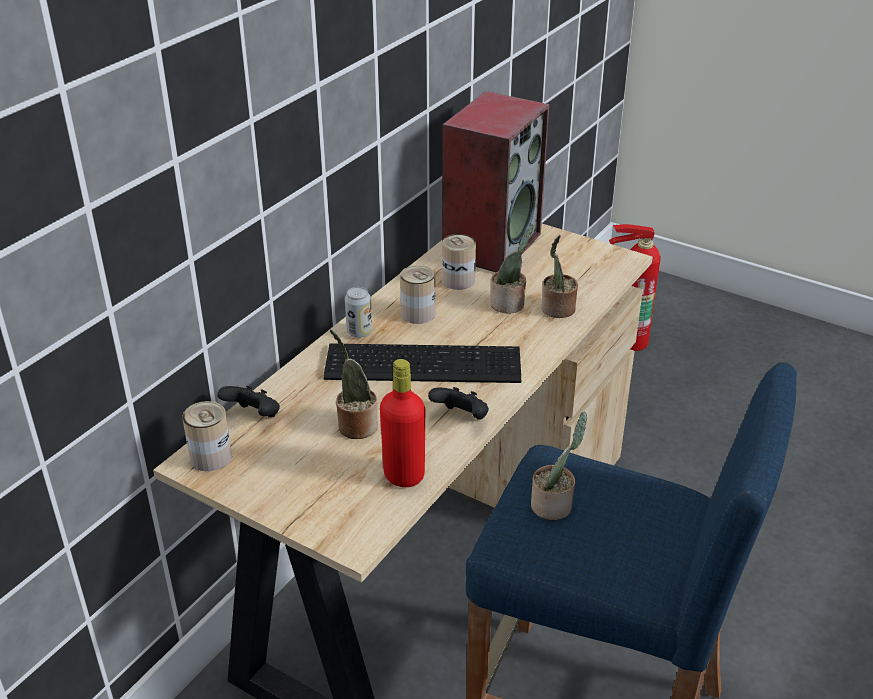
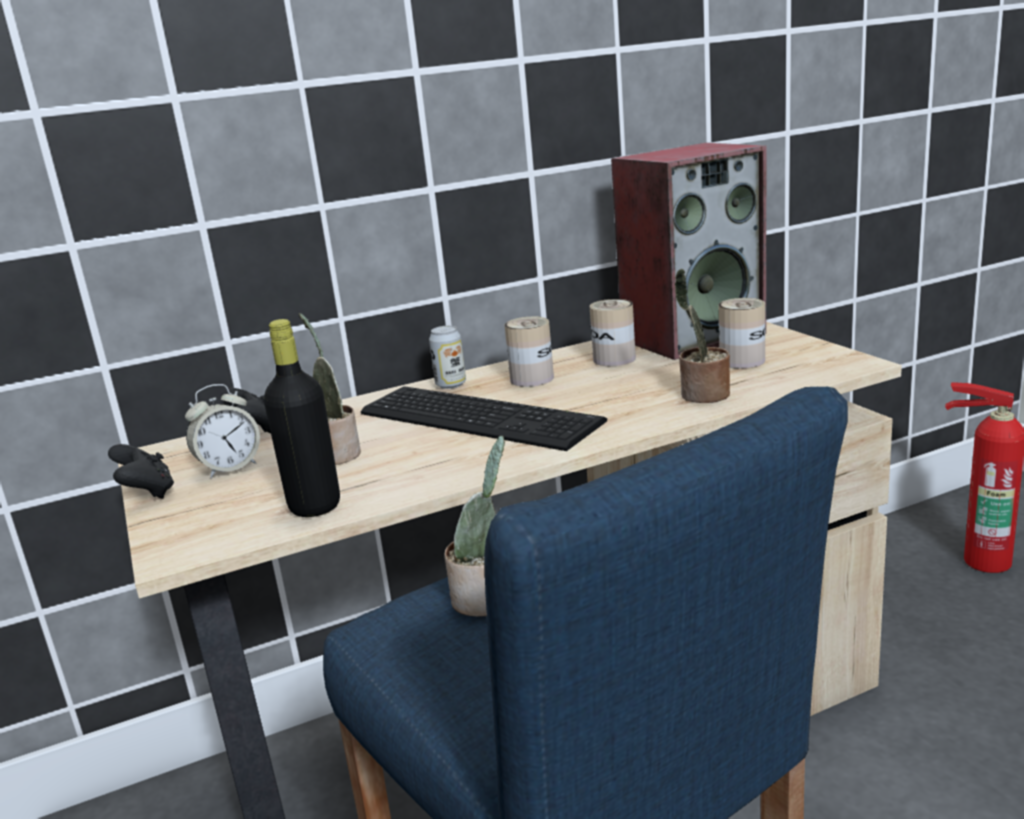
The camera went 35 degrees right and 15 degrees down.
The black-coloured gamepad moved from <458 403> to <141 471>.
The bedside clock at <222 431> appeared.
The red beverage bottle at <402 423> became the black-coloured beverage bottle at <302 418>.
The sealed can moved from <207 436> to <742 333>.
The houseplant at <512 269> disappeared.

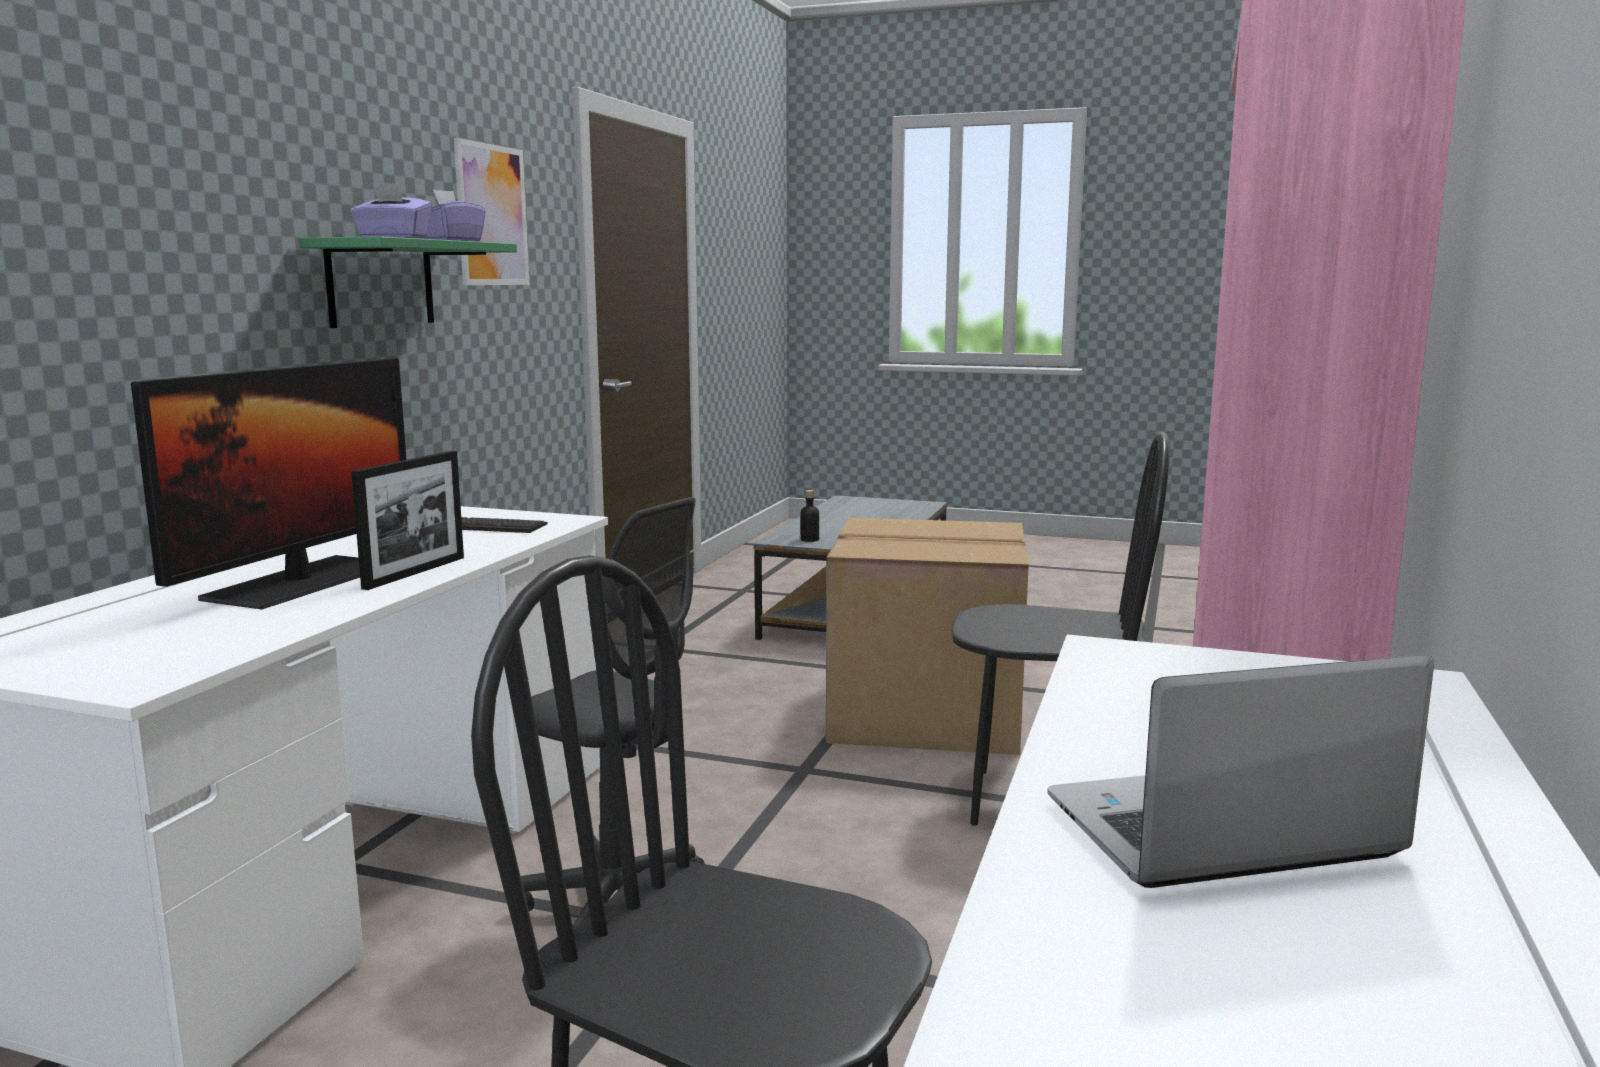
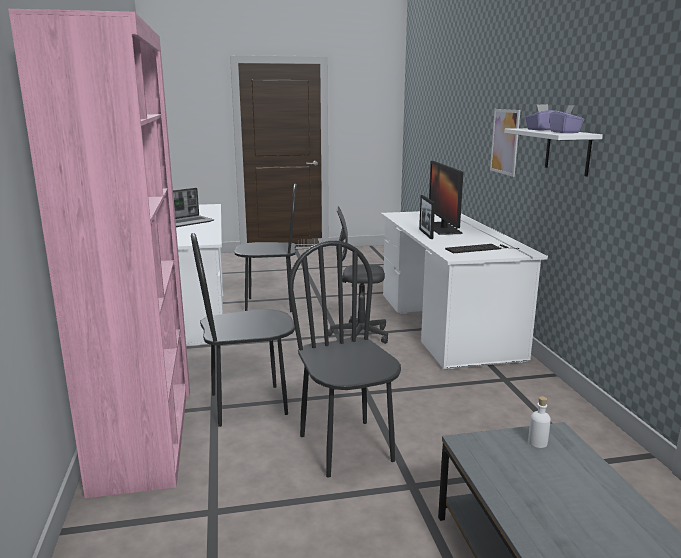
The camera went 150 degrees right and 5 degrees up.
The carton at <927 636> was replaced by the black-coloured plain chair at <344 359>.
The picture moved from <491 211> to <505 143>.
The green shelf at <408 282> became the white shelf at <553 152>.
The black-coloured beverage bottle at <809 516> became the white beverage bottle at <539 422>.

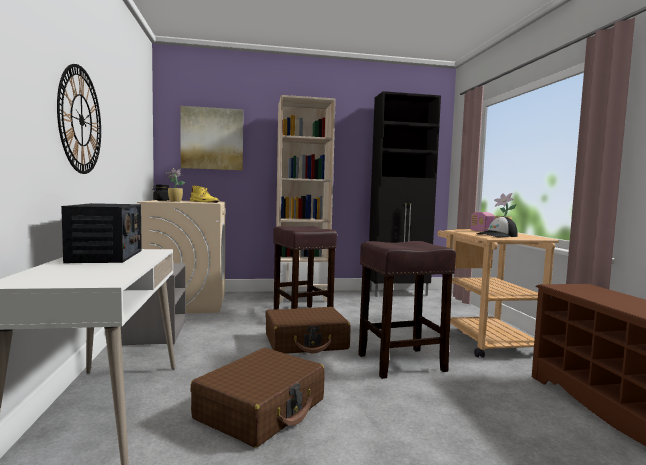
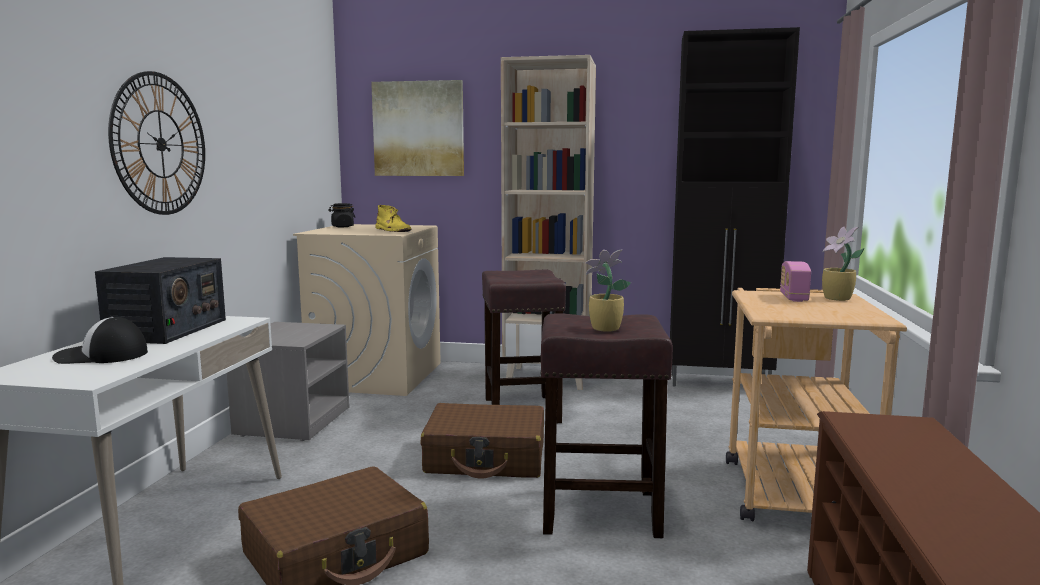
The camera went 20 degrees right and 5 degrees up.
The peaked cap moved from <497 226> to <100 340>.
The houseplant moved from <175 185> to <608 290>.

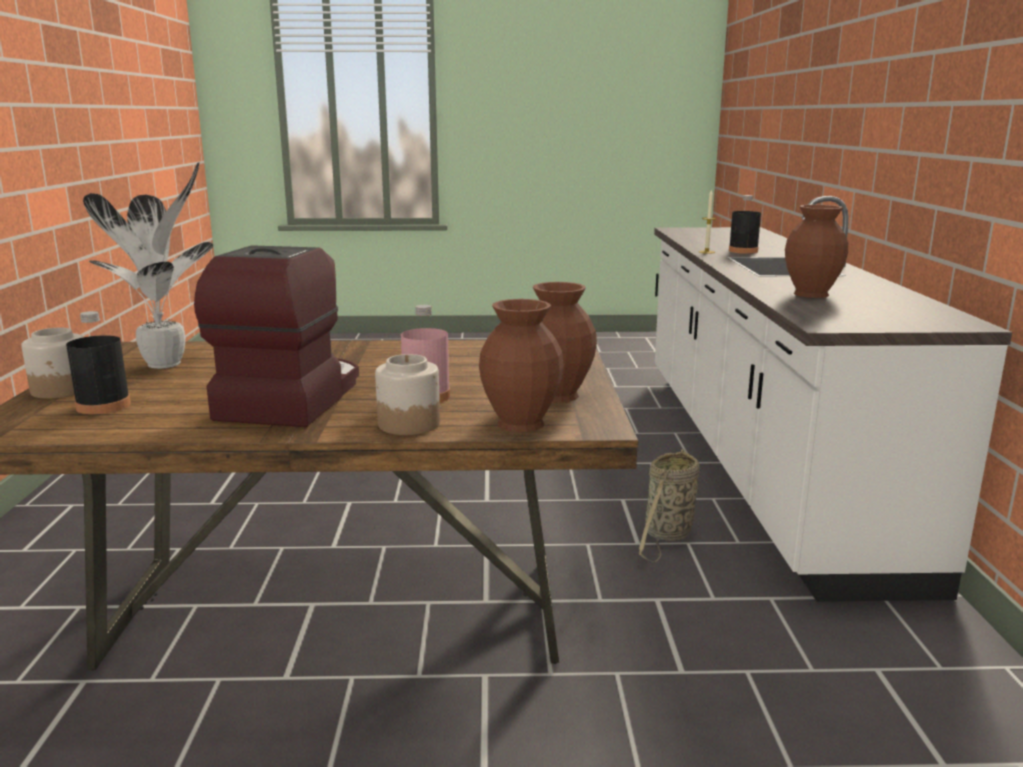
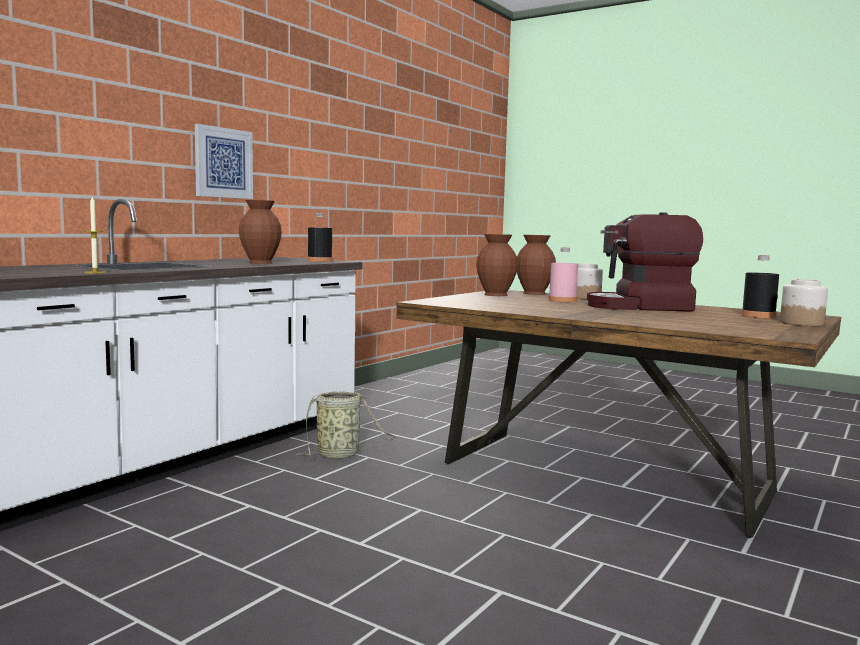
The camera went 145 degrees left and 10 degrees down.
The picture at <224 161> appeared.
The black-coloured beverage bottle moved from <745 224> to <320 237>.
The coffee brewer at <276 336> turned 45 degrees clockwise.
The houseplant at <148 265> disappeared.

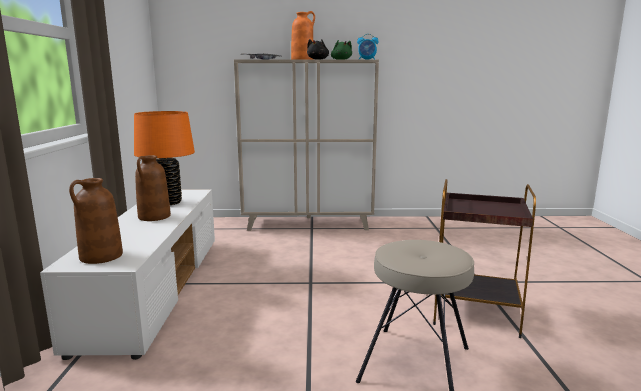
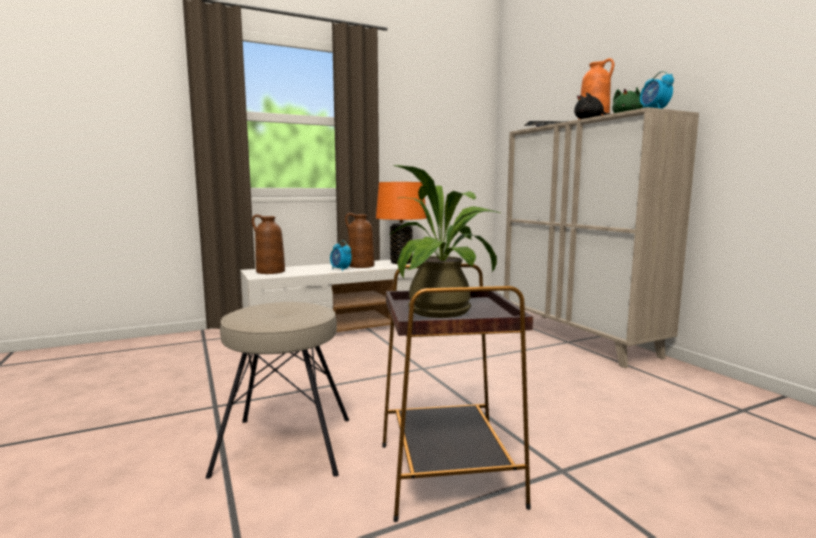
The camera went 65 degrees right and 5 degrees down.
The bedside clock at <341 256> appeared.
The houseplant at <445 241> appeared.

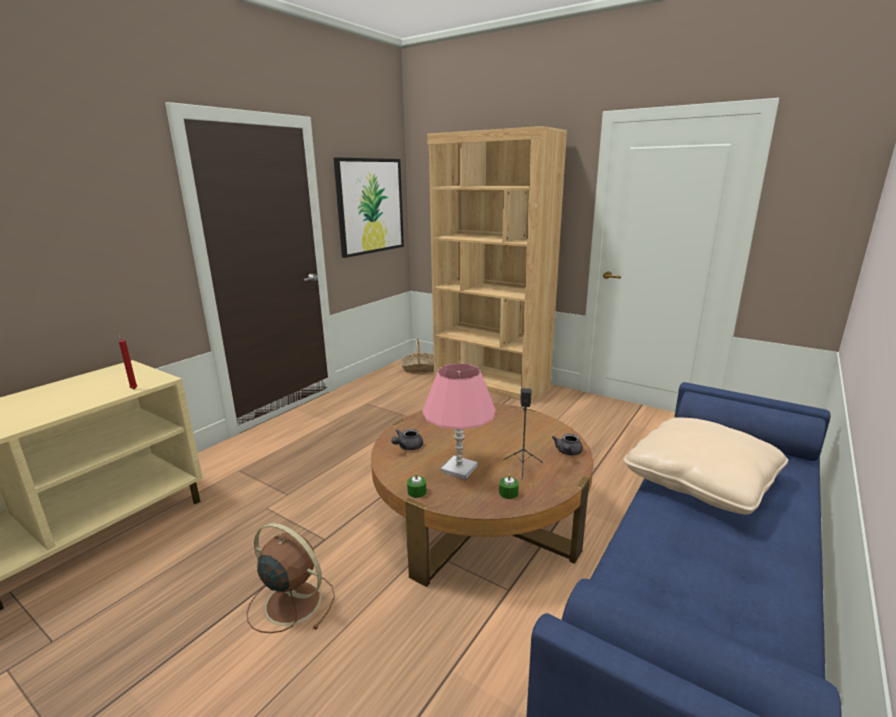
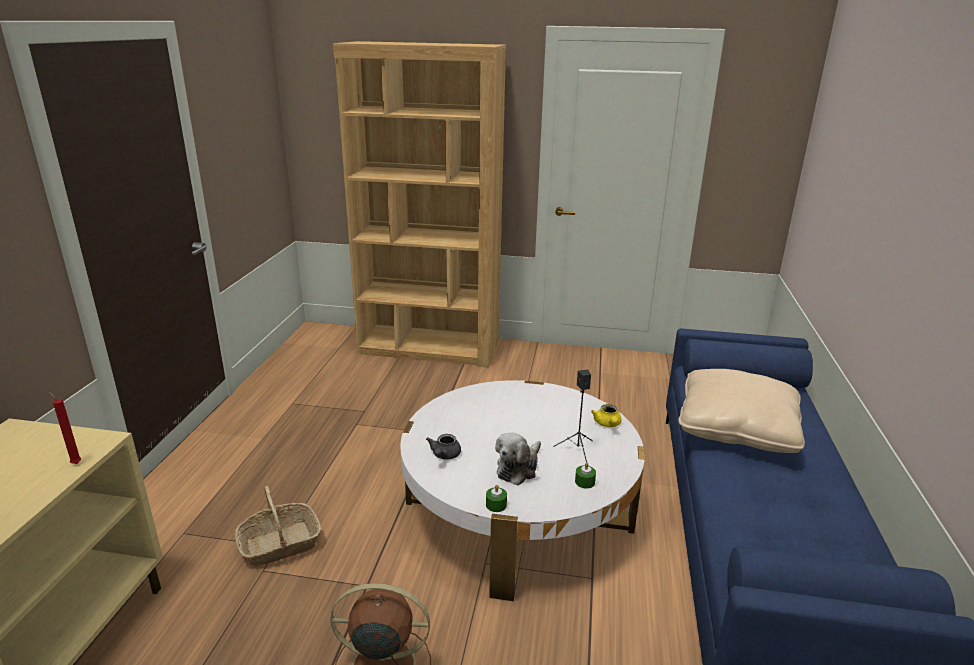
The camera went 25 degrees left and 5 degrees up.
The storage basket moved from <417 355> to <277 526>.
The brownish lounge table at <482 495> became the white lounge table at <522 490>.
The pink-coloured tabletop lamp at <459 421> was replaced by the plush toy at <518 459>.
The gray tea pot at <567 444> became the yellow-coloured tea pot at <606 415>.
The picture at <369 208> disappeared.

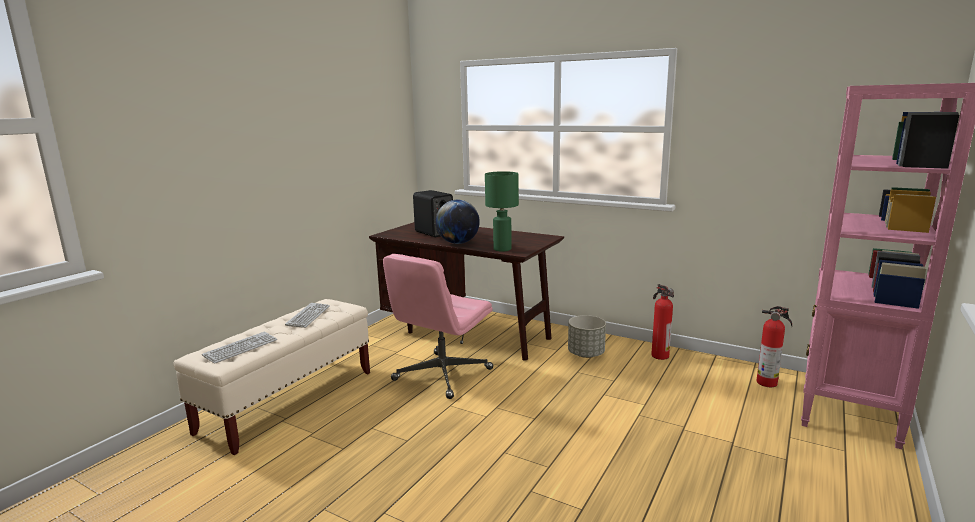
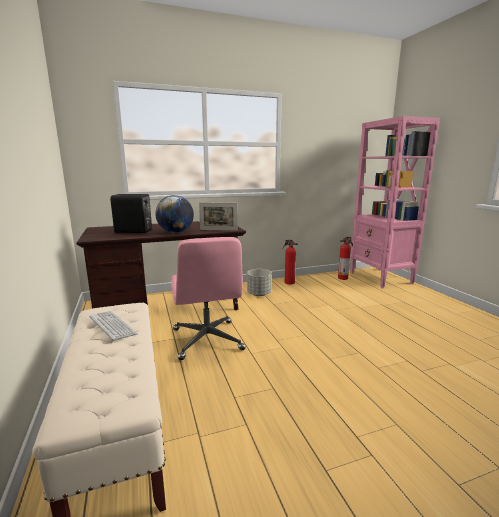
The camera went 50 degrees left and 0 degrees up.
The green tabletop lamp at <502 211> was replaced by the picture frame at <218 216>.
The PC keyboard at <239 348> disappeared.

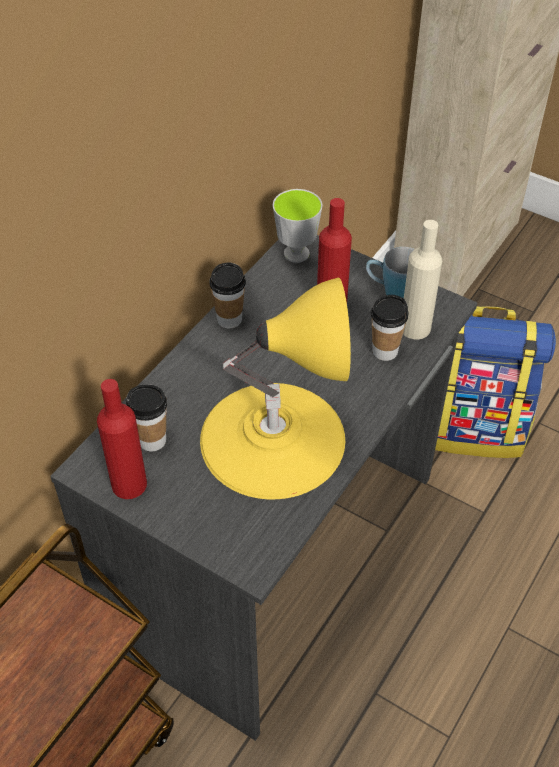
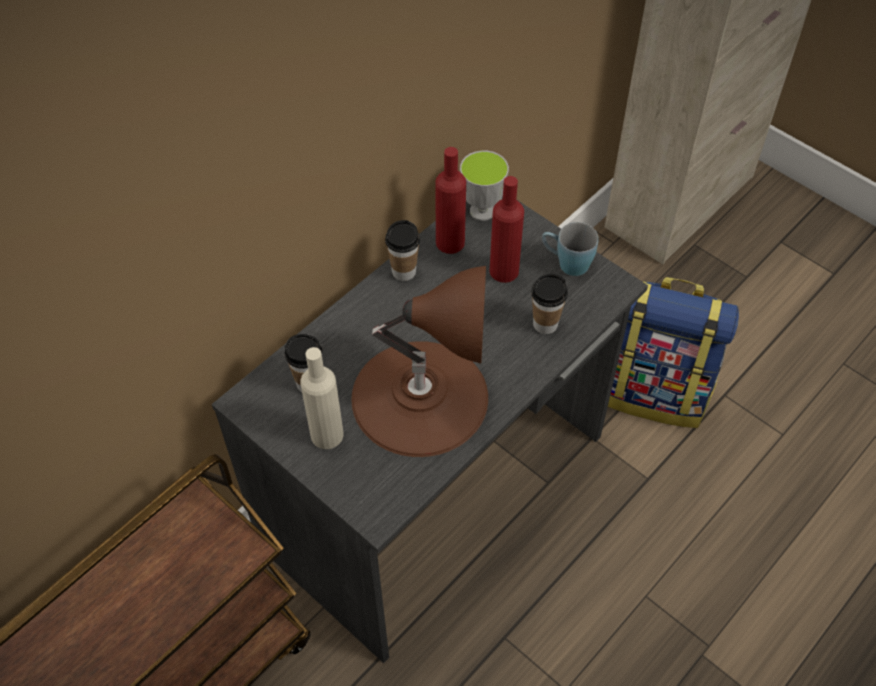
The camera went 10 degrees right and 5 degrees up.
The beige-coloured beverage bottle moved from <422 280> to <321 398>.
The yellow-coloured tabletop lamp at <275 388> became the brownish tabletop lamp at <419 361>.
The red beverage bottle moved from <122 439> to <450 200>.

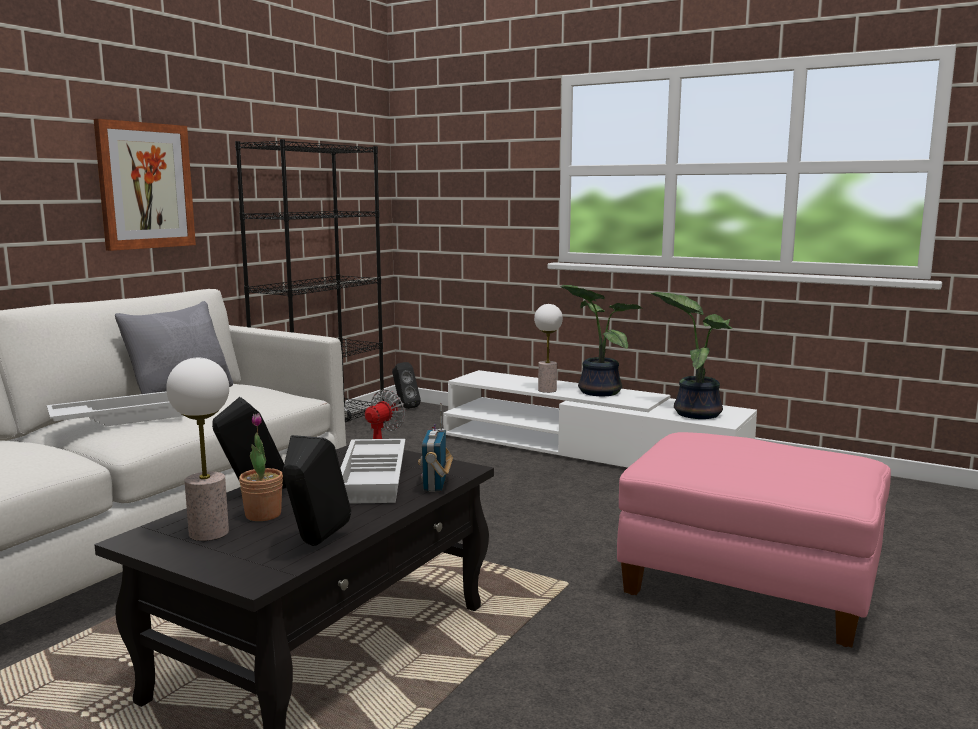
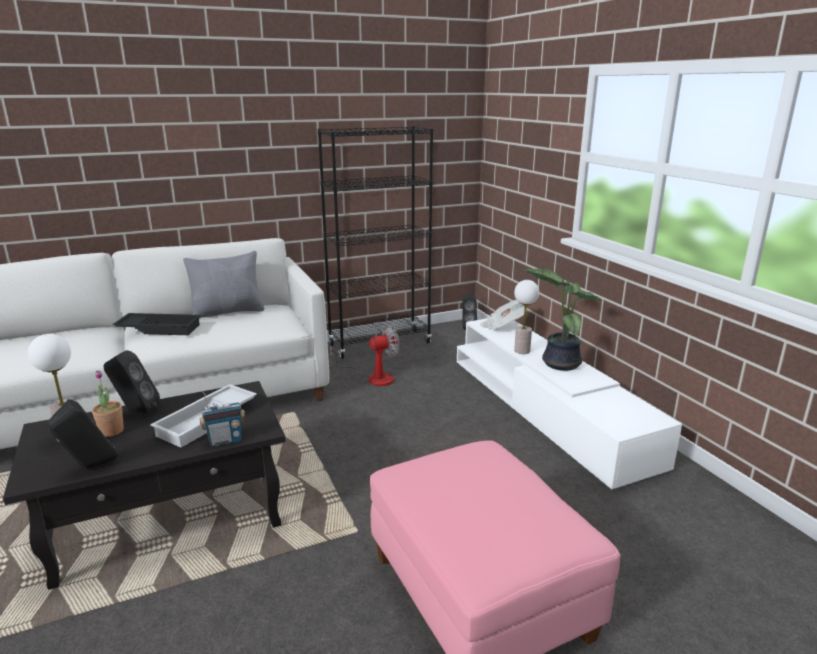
The camera went 35 degrees right and 10 degrees up.
The white tray at <115 409> became the black-coloured tray at <157 324>.
The radio at <435 447> turned 150 degrees counterclockwise.
The daily paper at <503 315> appeared.
The picture at <145 185> disappeared.
The houseplant at <692 355> disappeared.

